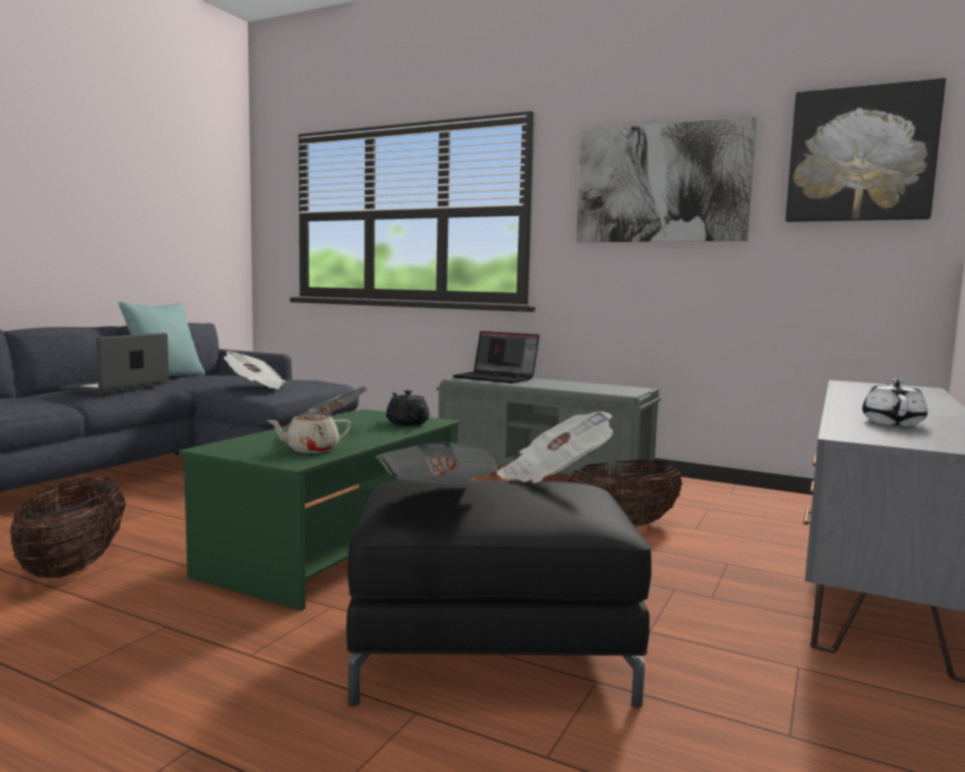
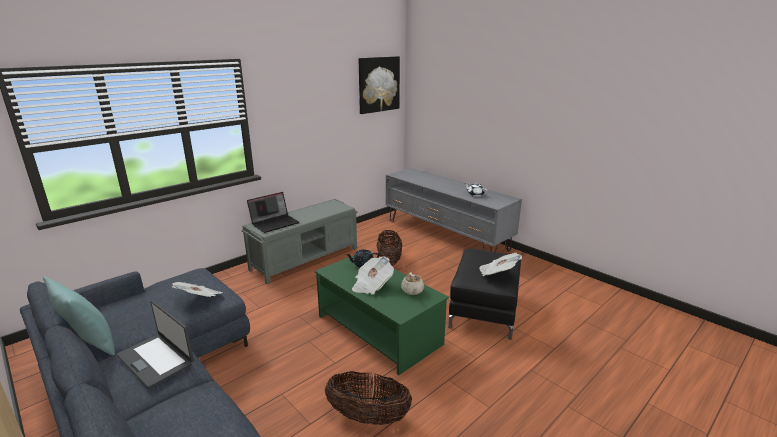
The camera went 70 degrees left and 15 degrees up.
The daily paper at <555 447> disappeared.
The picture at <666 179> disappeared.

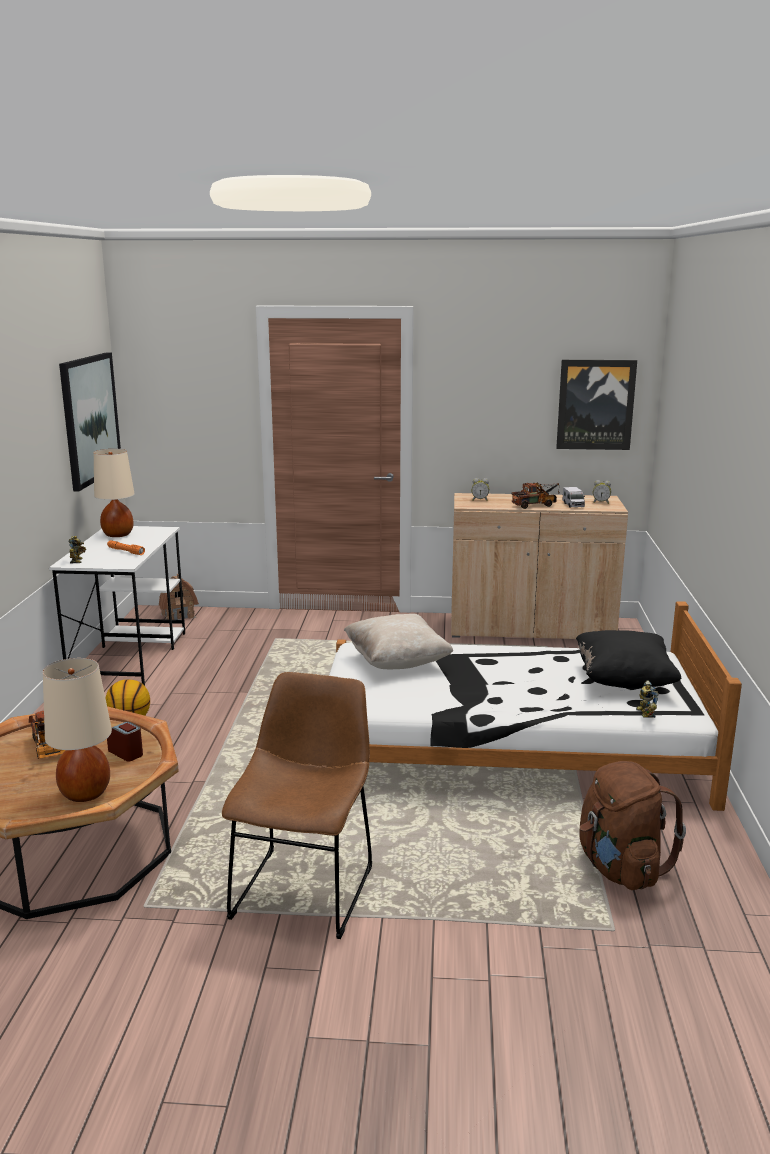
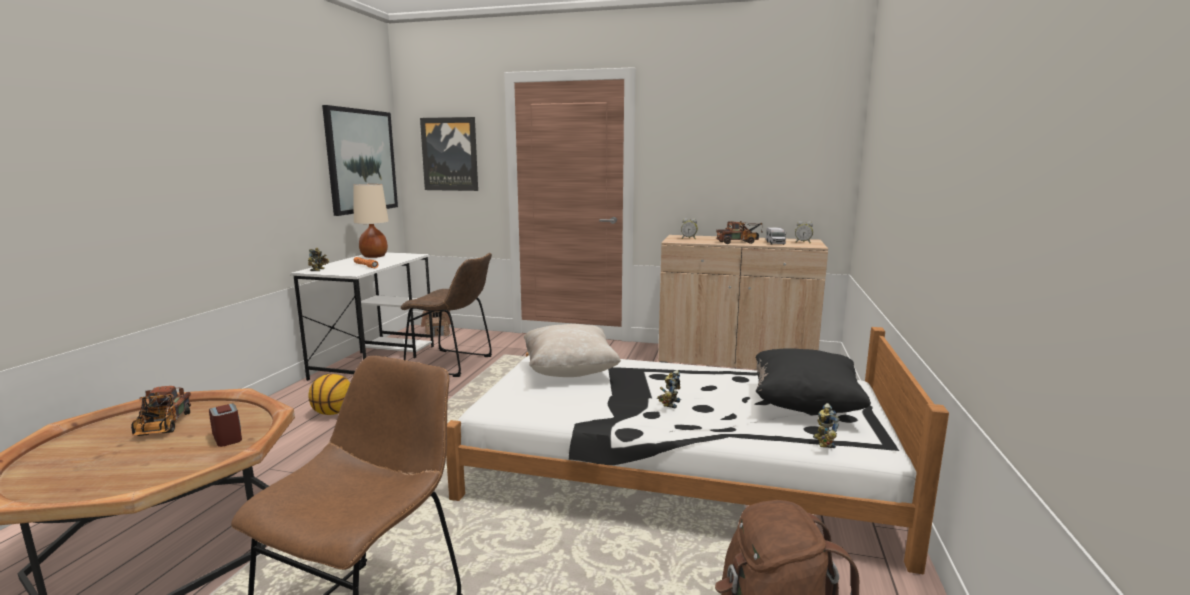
The camera went 10 degrees right and 5 degrees down.
The brownish plain chair at <446 315> appeared.
The picture moved from <596 405> to <449 154>.
The model robot at <668 389> appeared.
The beige-coloured tabletop lamp at <77 730> disappeared.

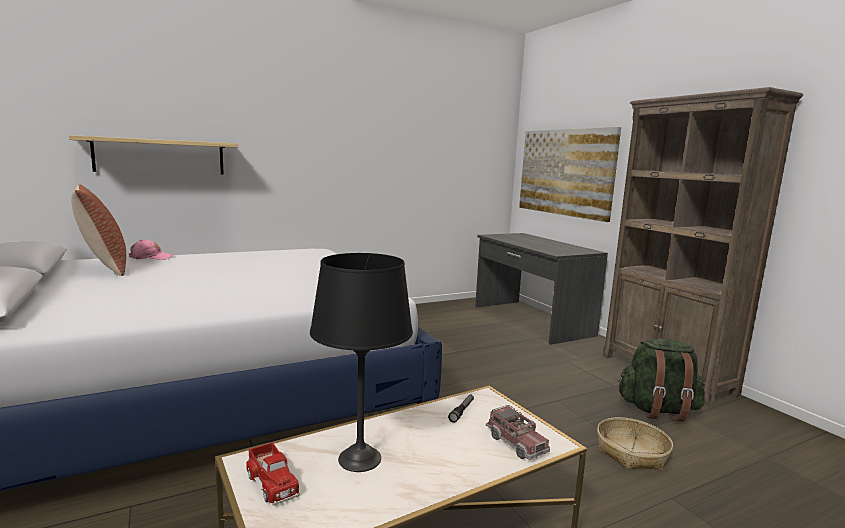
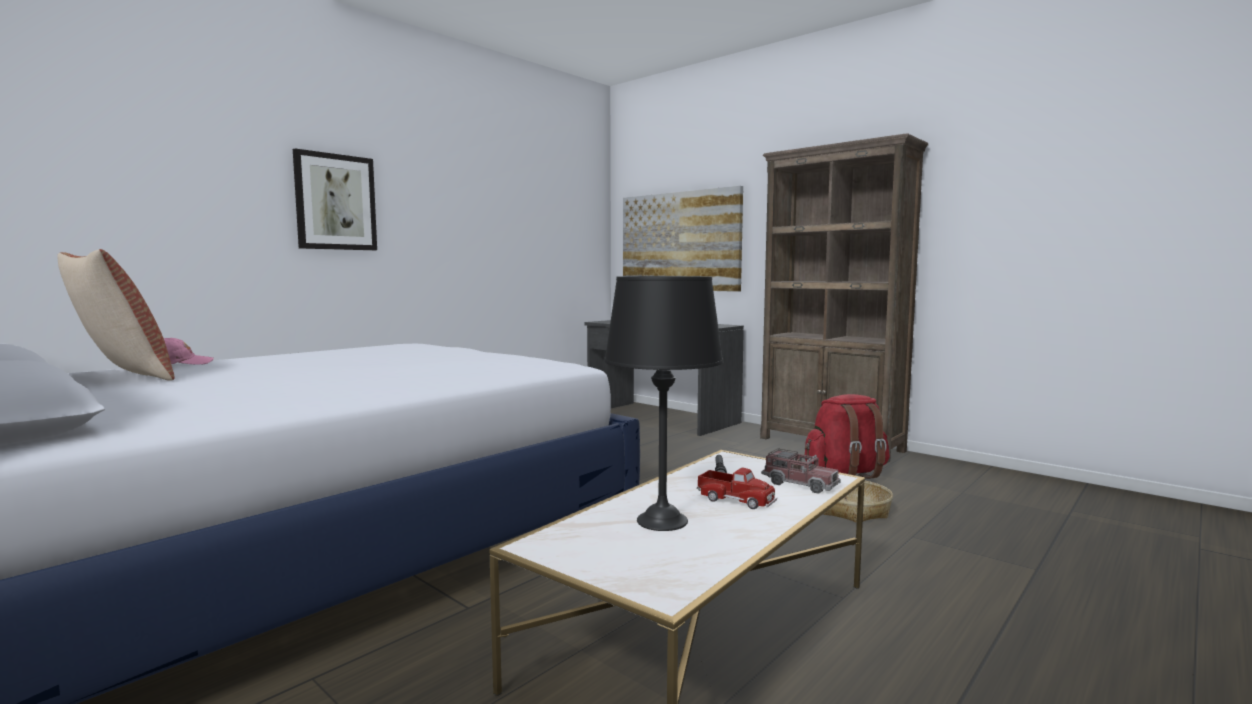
The camera went 20 degrees left and 5 degrees down.
The picture at <335 199> appeared.
The toy lorry moved from <273 473> to <737 488>.
The green backpack at <661 380> became the red backpack at <847 436>.
The shelf at <153 154> disappeared.

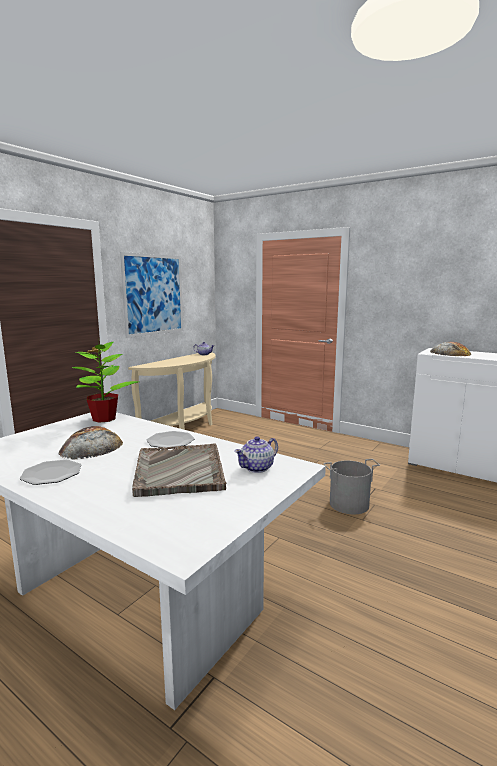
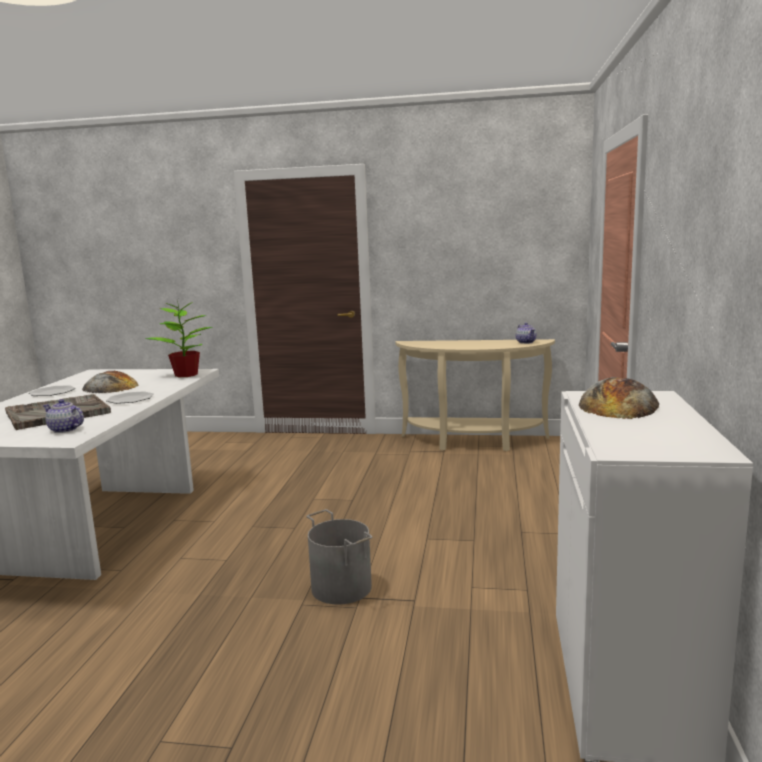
The camera went 65 degrees right and 0 degrees up.
The picture at <151 295> disappeared.

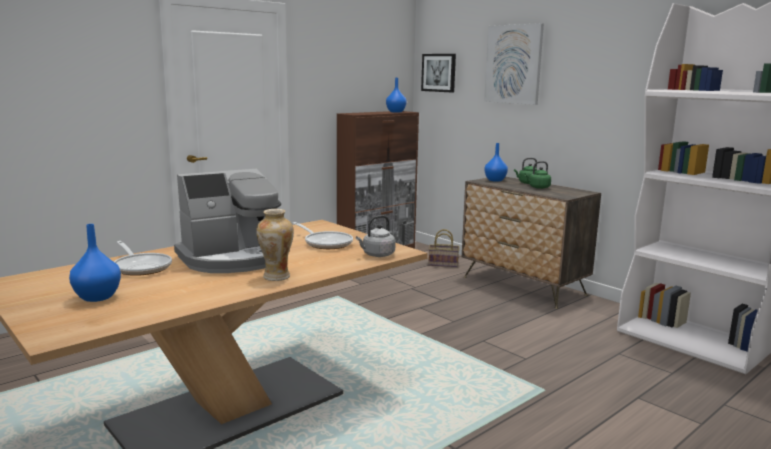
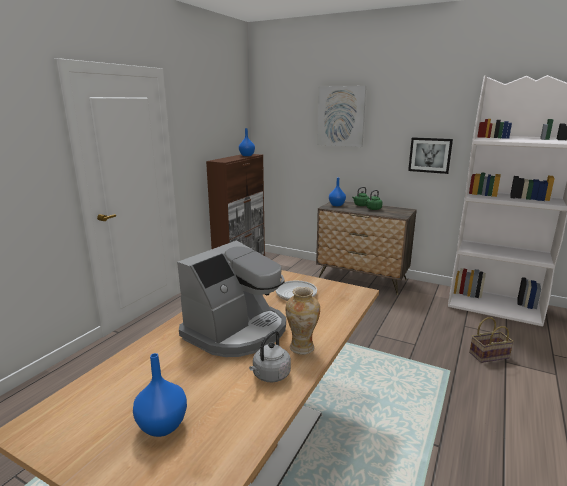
The camera went 20 degrees left and 5 degrees up.
The gray tea kettle moved from <376 236> to <270 356>.
The picture moved from <438 73> to <430 155>.
The storage basket moved from <443 248> to <491 340>.
The skillet at <143 258> disappeared.

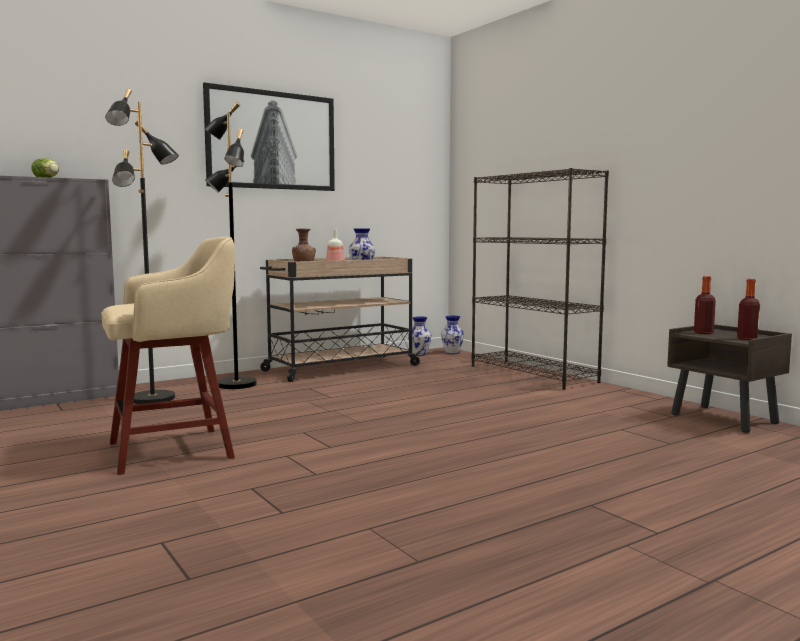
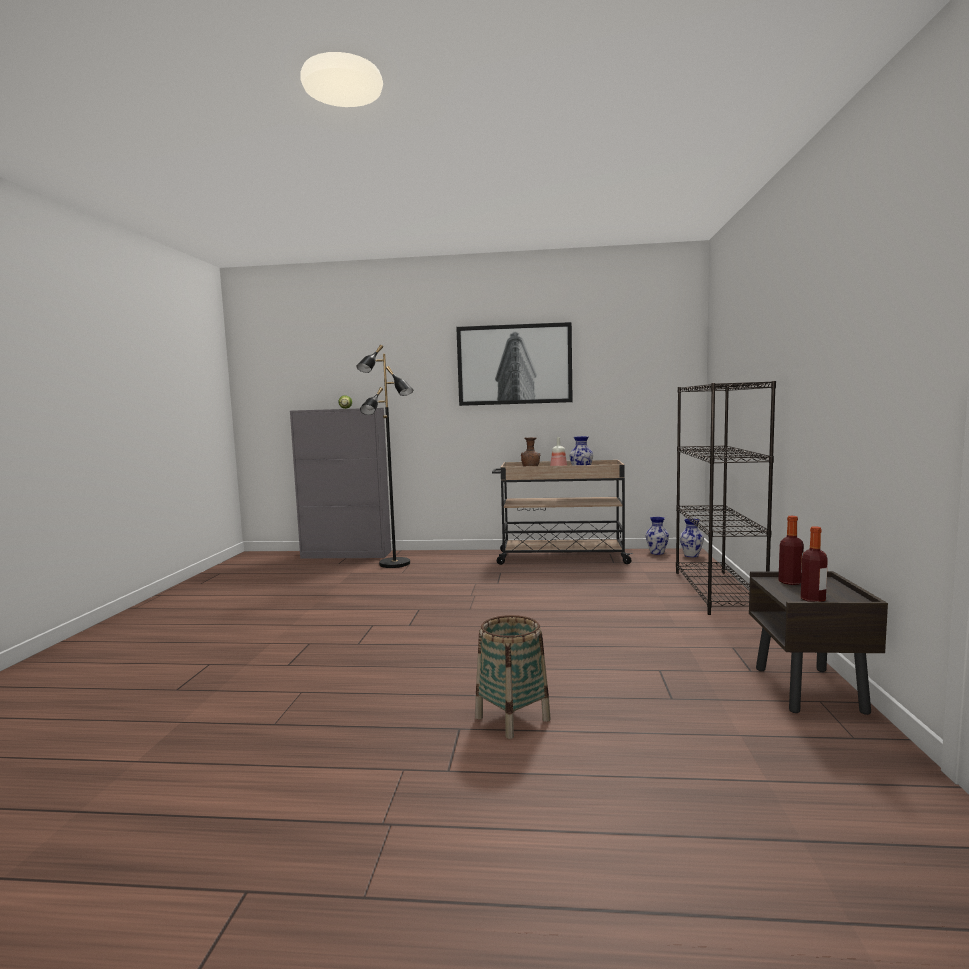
The camera went 40 degrees right and 0 degrees up.
The storage basket at <513 677> appeared.
The beige-coloured sitting stool at <168 356> disappeared.
The black-coloured standing lamp at <230 245> disappeared.

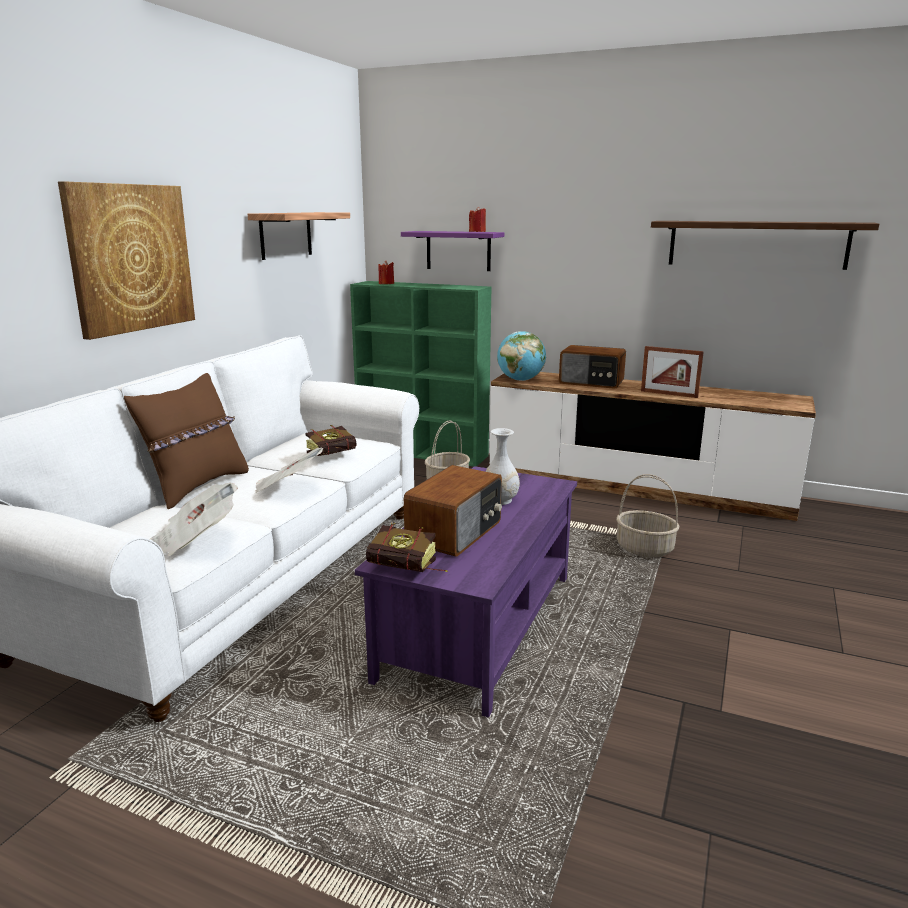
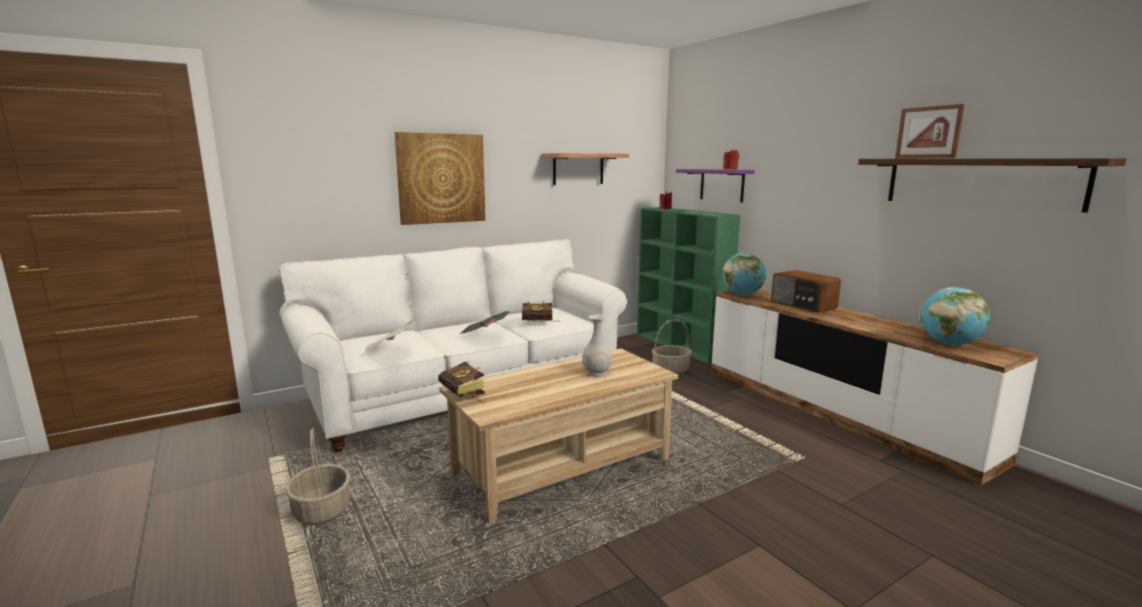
The camera went 35 degrees right and 5 degrees down.
The storage basket moved from <647 515> to <318 476>.
The purplish lounge table at <466 591> became the beige-coloured lounge table at <559 436>.
The picture frame moved from <672 372> to <930 131>.
The desk globe at <955 316> appeared.
The brownish throw pillow at <186 441> disappeared.
The radio at <453 510> disappeared.

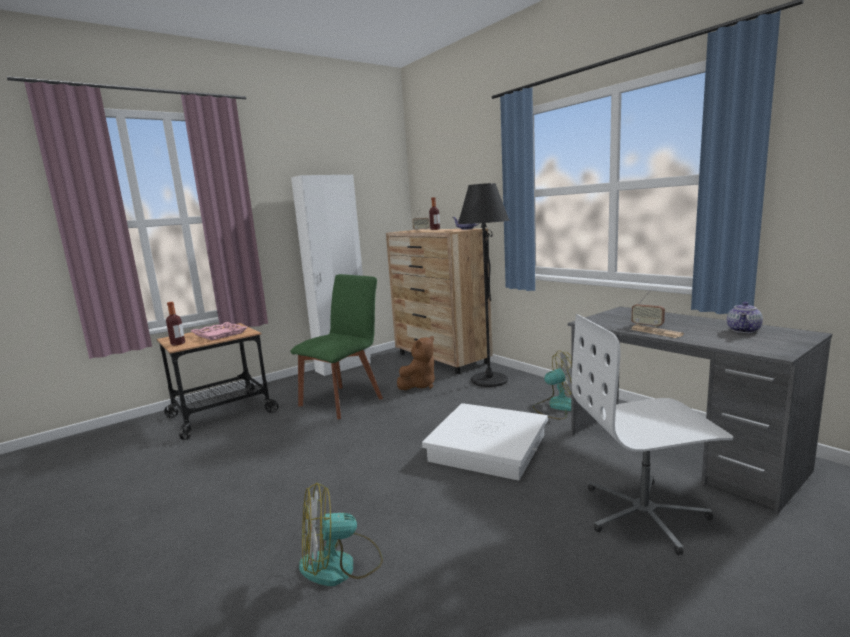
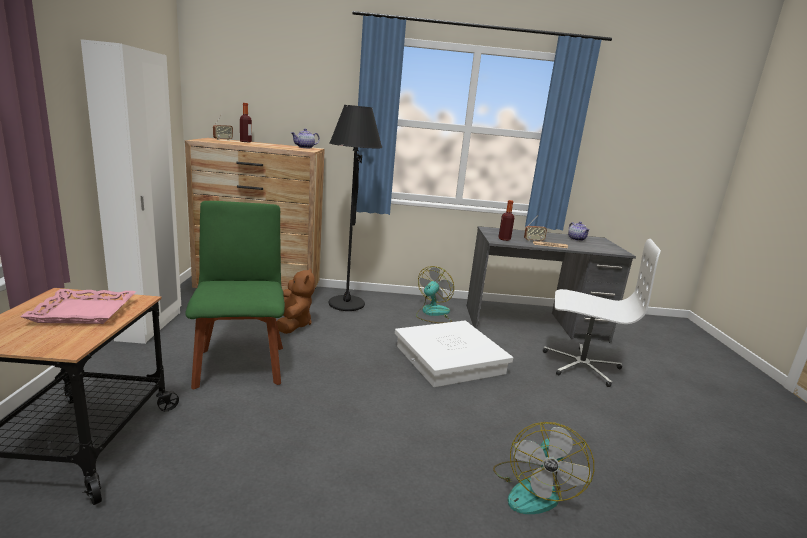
The camera went 55 degrees left and 5 degrees up.
The beverage bottle moved from <175 323> to <506 220>.
The white desk chair at <652 434> turned 105 degrees counterclockwise.

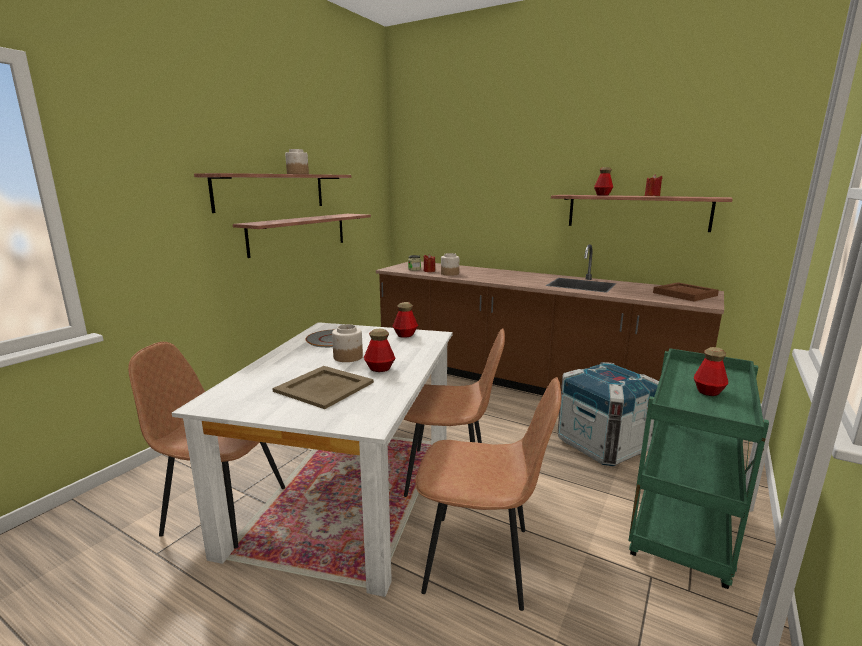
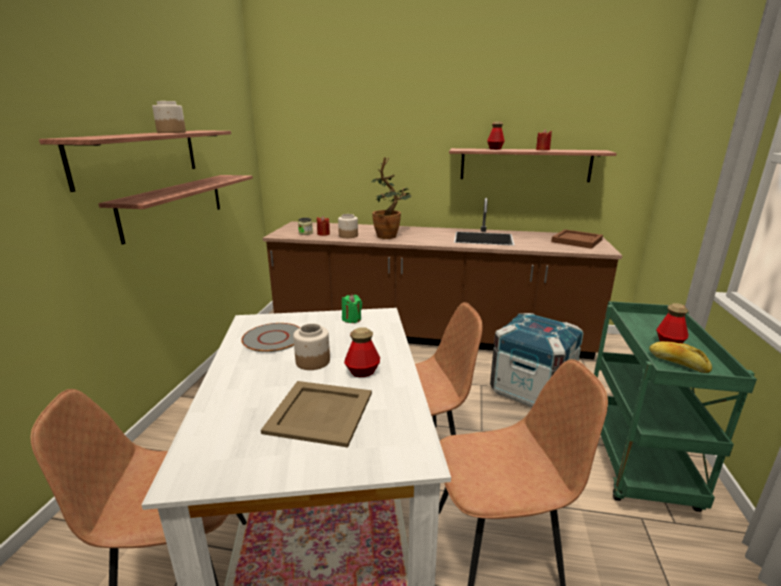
The camera went 20 degrees left and 5 degrees up.
The beverage bottle at <405 320> was replaced by the green candle at <352 308>.
The houseplant at <391 198> appeared.
The bakery bread at <680 357> appeared.

